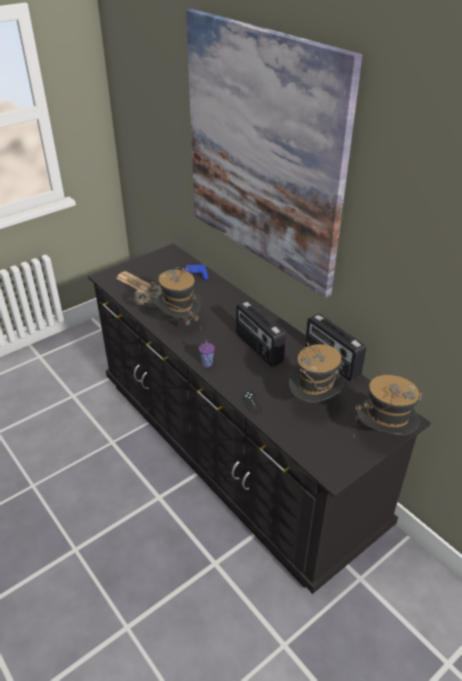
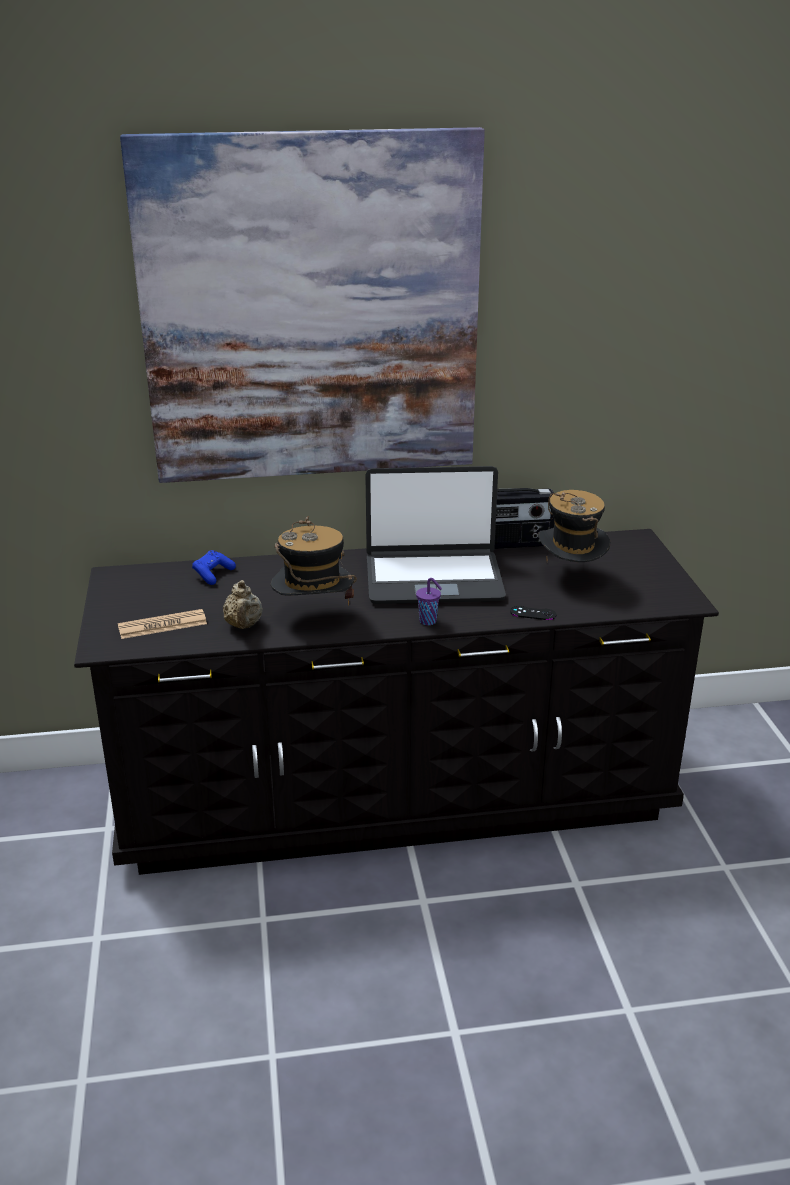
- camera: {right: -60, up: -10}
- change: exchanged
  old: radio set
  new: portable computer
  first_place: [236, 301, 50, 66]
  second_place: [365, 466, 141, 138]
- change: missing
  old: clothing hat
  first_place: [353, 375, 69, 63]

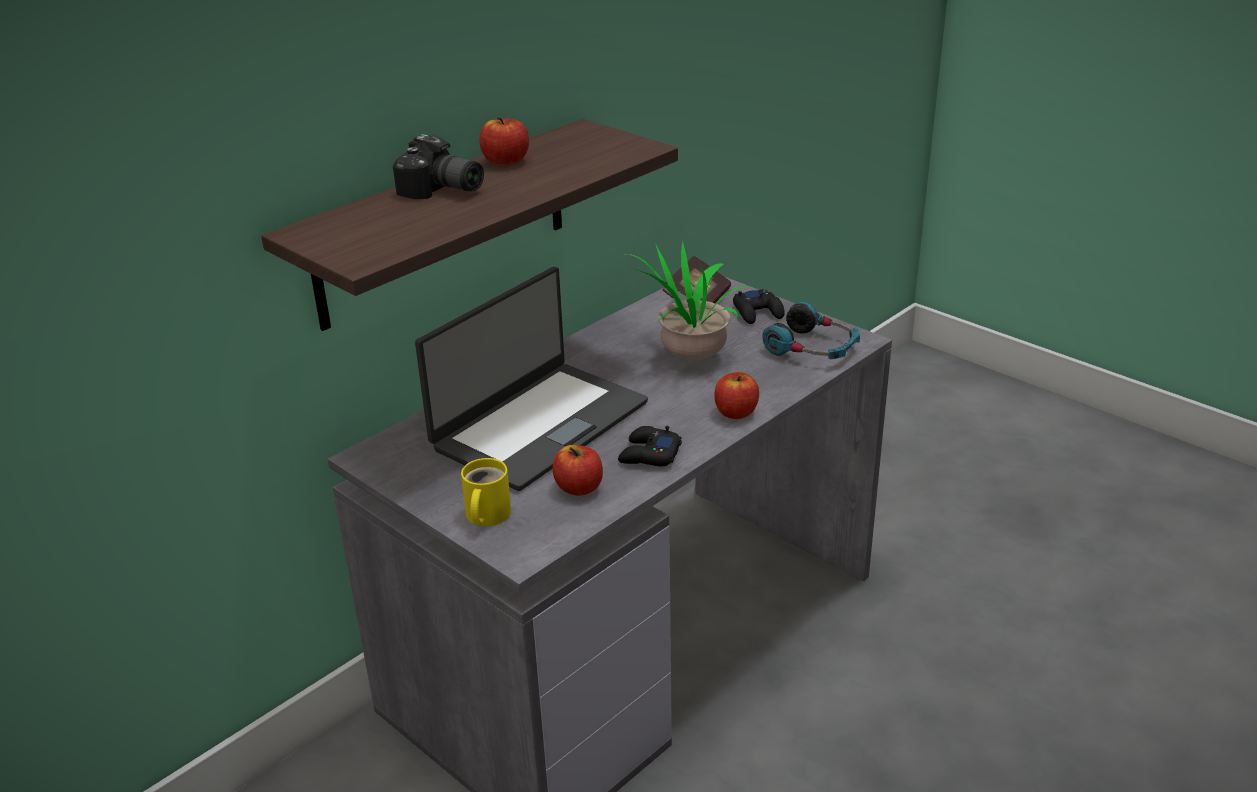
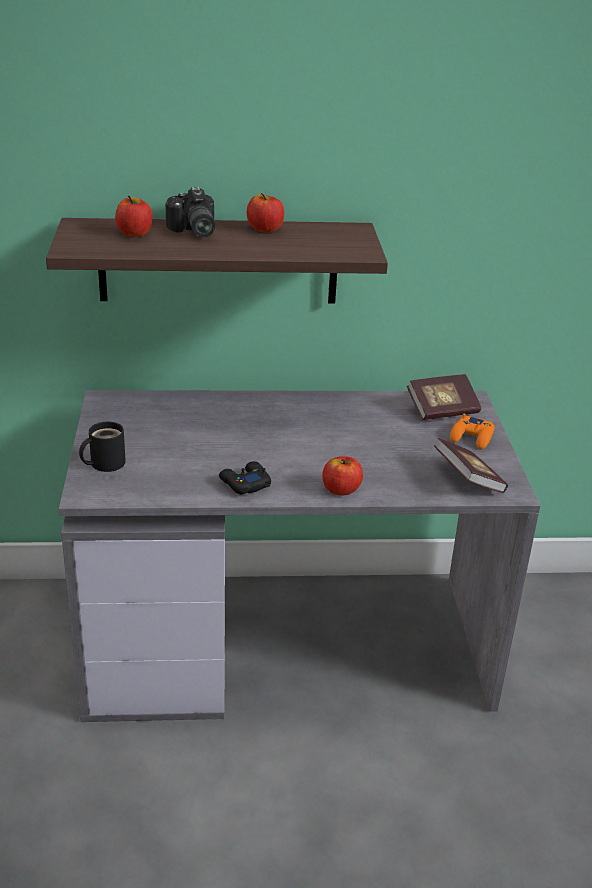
- camera: {right: 40, up: 0}
- change: colour
  old: tea mug (yellow)
  new: tea mug (black-coloured)
  first_place: [461, 458, 50, 68]
  second_place: [79, 422, 47, 50]
- change: relocated
  old: apple
  first_place: [553, 445, 50, 51]
  second_place: [115, 195, 38, 42]
- change: exchanged
  old: pair of headphones
  new: book
  first_place: [762, 302, 98, 57]
  second_place: [434, 438, 74, 55]
- change: colour
  old: joypad (black-coloured)
  new: joypad (orangey)
  first_place: [733, 289, 52, 35]
  second_place: [450, 414, 44, 36]
- change: missing
  old: portable computer
  first_place: [415, 267, 233, 224]
- change: missing
  old: houseplant
  first_place: [627, 240, 121, 121]

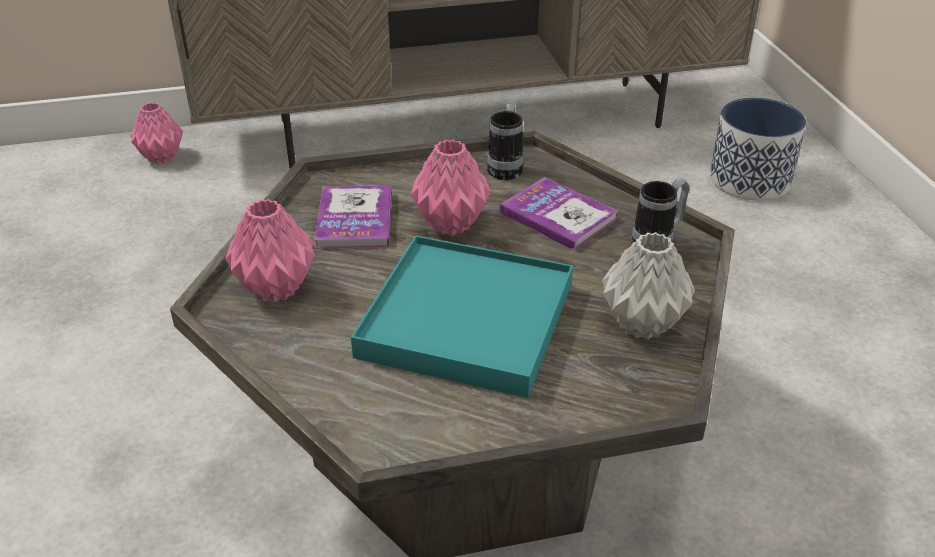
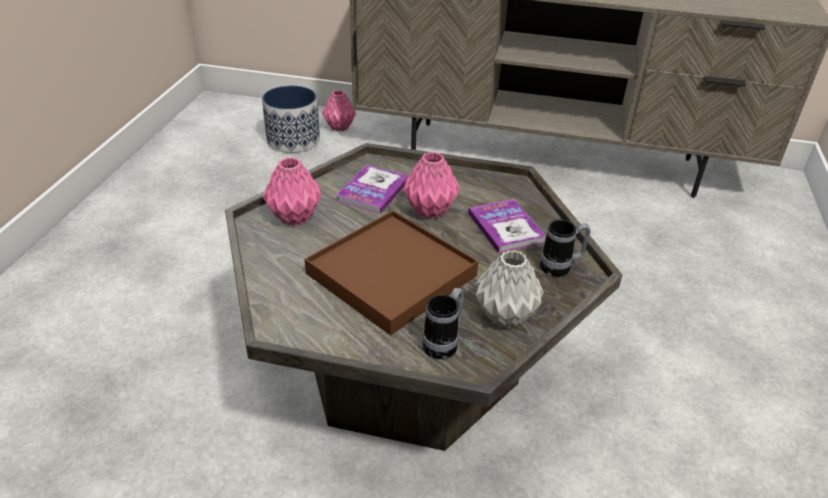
- camera: {right: 25, up: 0}
- change: relocated
  old: plant pot
  first_place: [710, 98, 96, 103]
  second_place: [262, 85, 58, 68]
- change: colour
  old: carrying tray (turquoise)
  new: carrying tray (brown-coloured)
  first_place: [351, 235, 222, 163]
  second_place: [305, 210, 174, 125]
- change: relocated
  old: tea mug
  first_place: [487, 103, 37, 77]
  second_place: [423, 288, 41, 71]

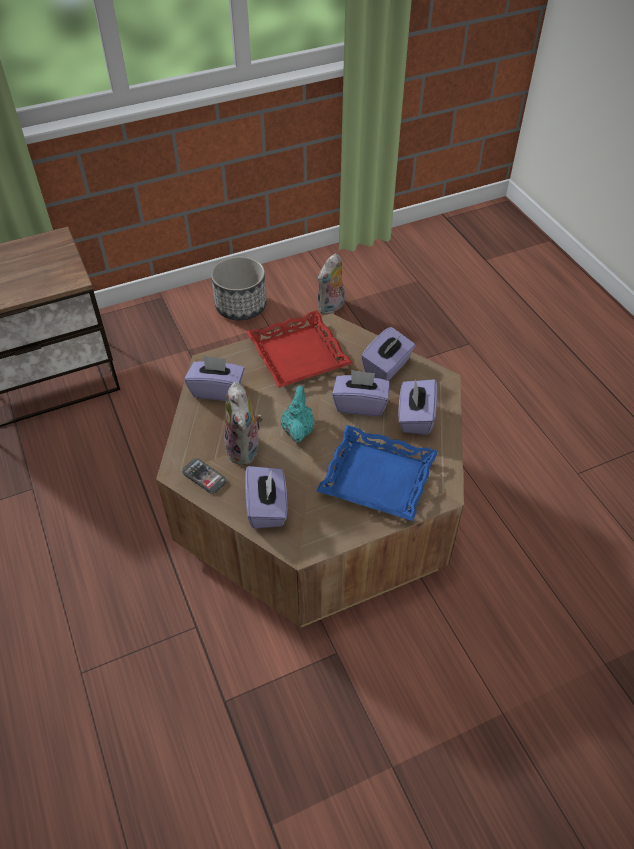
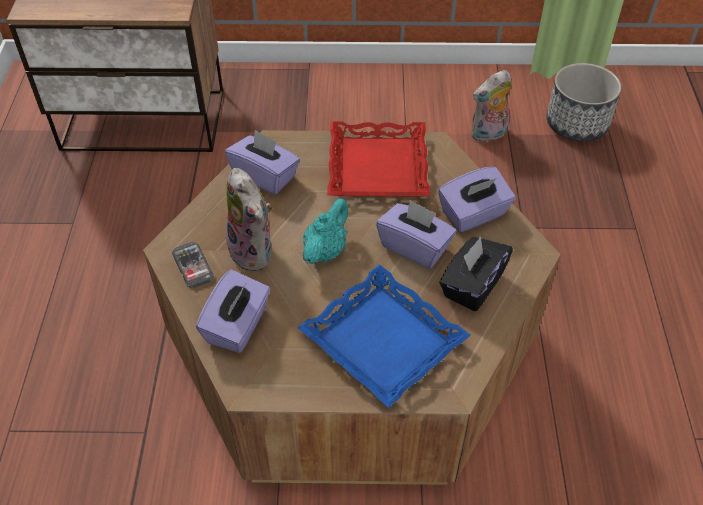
- camera: {right: 25, up: 0}
- change: spun
  old: plush toy
  first_place: [224, 382, 39, 83]
  second_place: [226, 168, 47, 103]
  degrees: -45
- change: colour
  old: tissue holder (purplish)
  new: tissue holder (black-coloured)
  first_place: [398, 379, 39, 56]
  second_place: [439, 236, 74, 75]
- change: relocated
  old: plant pot
  first_place: [211, 256, 56, 64]
  second_place: [547, 63, 75, 78]

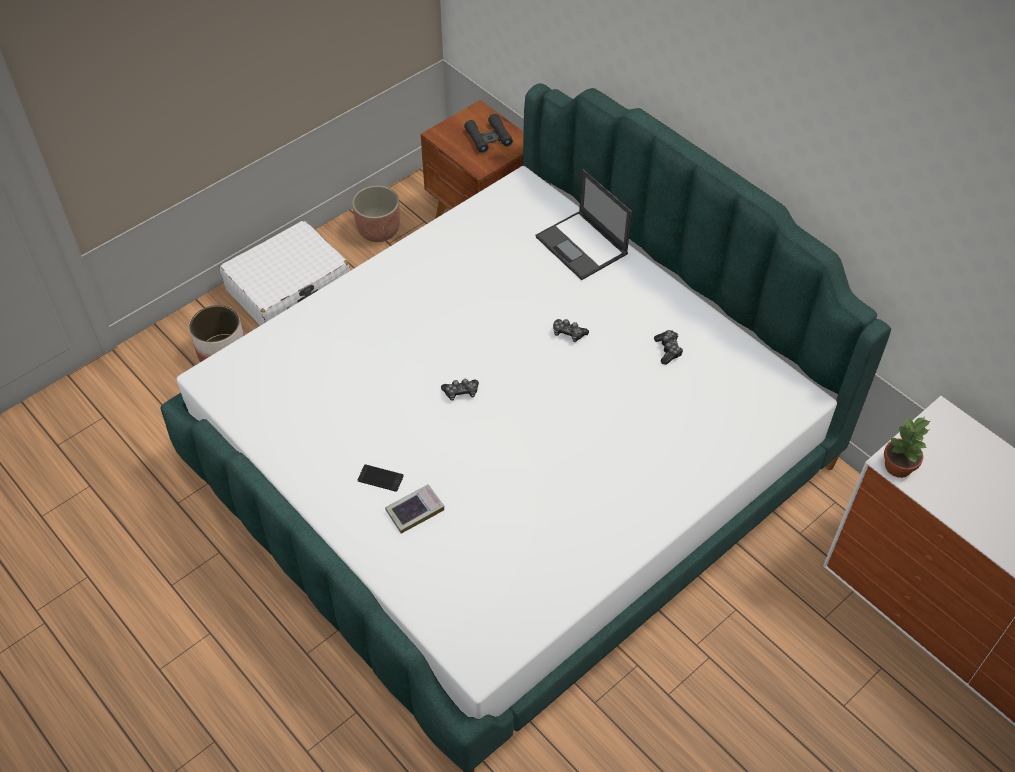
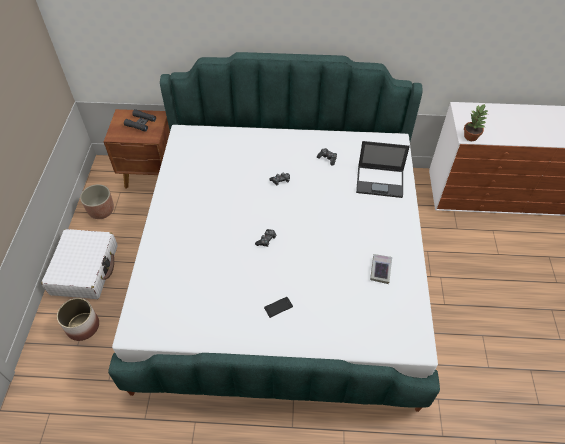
- camera: {right: -45, up: 0}
- change: relocated
  old: portable computer
  first_place: [536, 169, 96, 111]
  second_place: [356, 141, 54, 57]
- change: relocated
  old: book
  first_place: [385, 484, 59, 50]
  second_place: [370, 254, 22, 30]

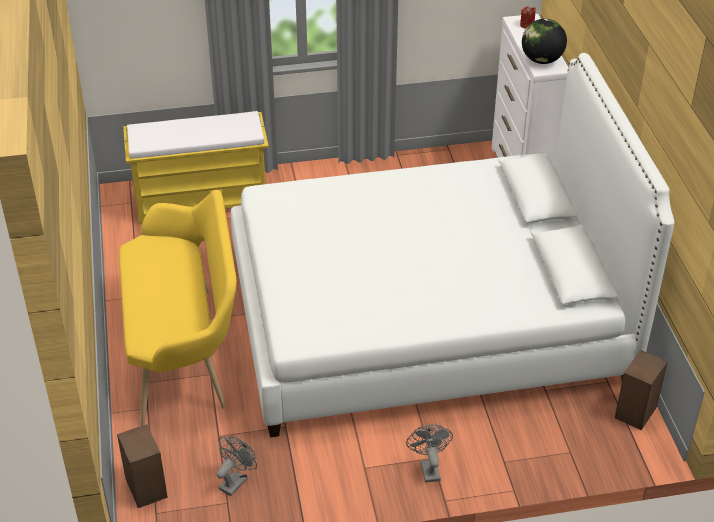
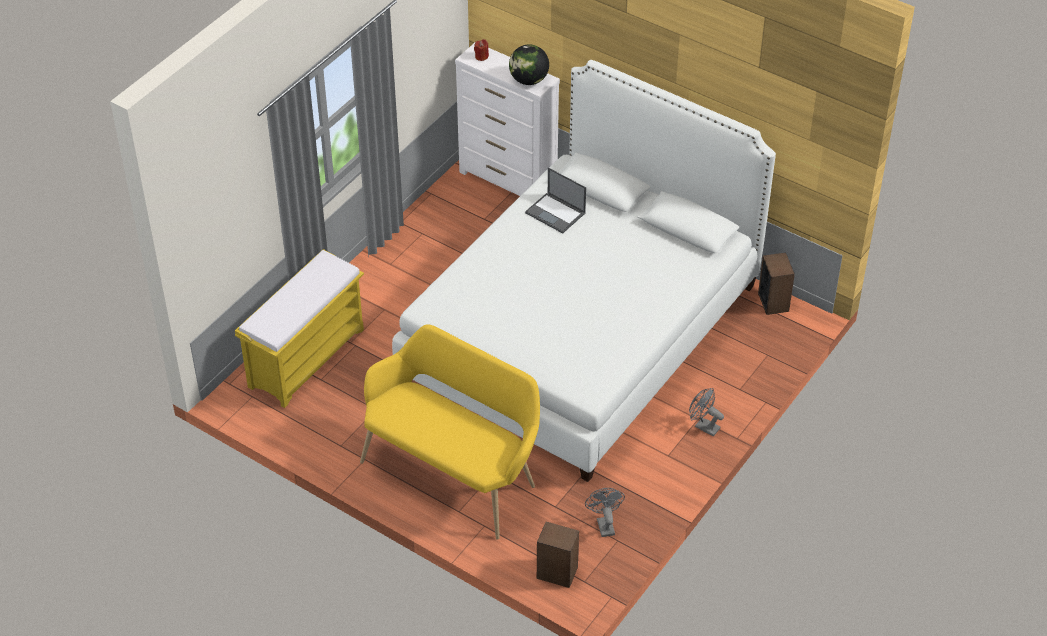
- camera: {right: -45, up: 5}
- change: appeared
  new: portable computer
  second_place: [525, 167, 61, 67]

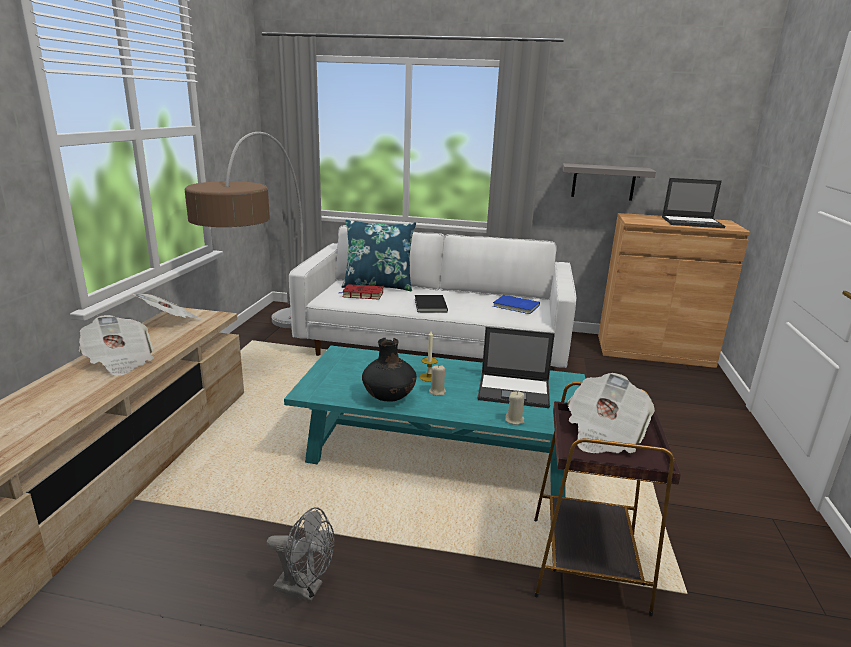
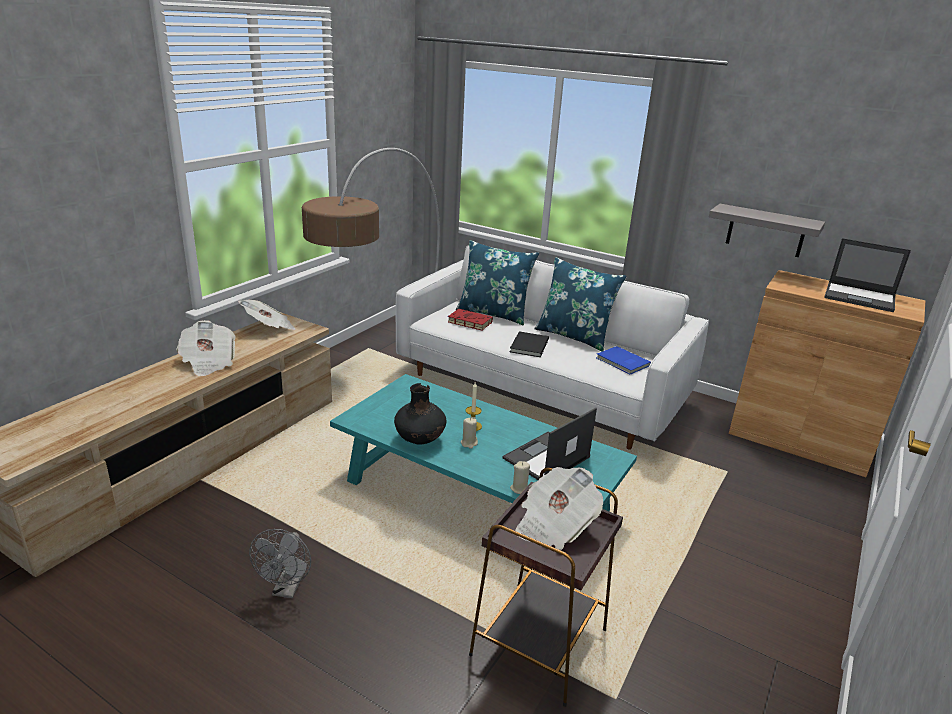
- camera: {right: 20, up: 5}
- change: spun
  old: fan (gray)
  first_place: [266, 507, 68, 94]
  second_place: [249, 529, 62, 69]
  degrees: 60
- change: spun
  old: portable computer
  first_place: [477, 327, 78, 81]
  second_place: [502, 408, 95, 72]
  degrees: 105
- change: appeared
  new: throw pillow (blue-coloured)
  second_place: [534, 257, 93, 95]

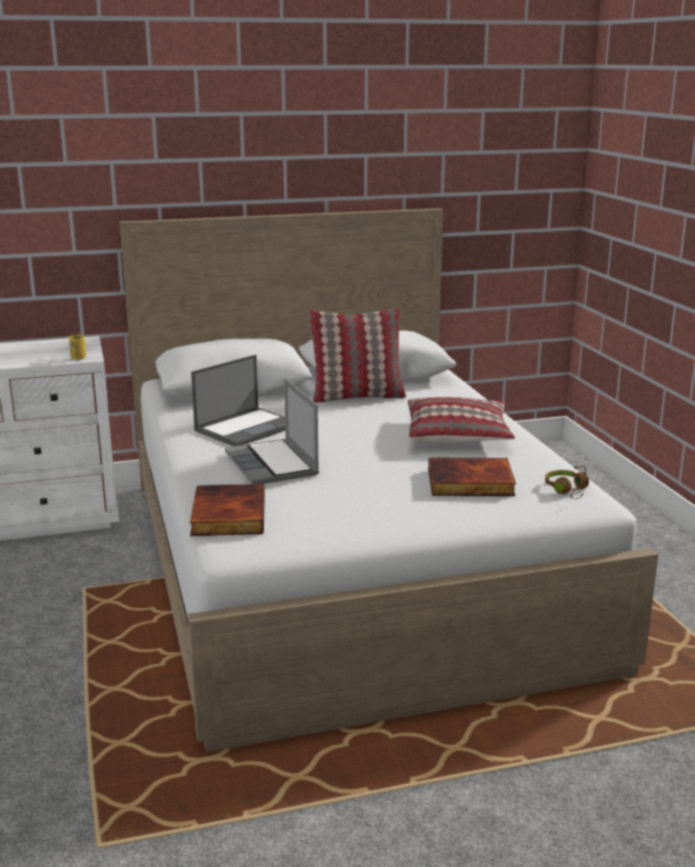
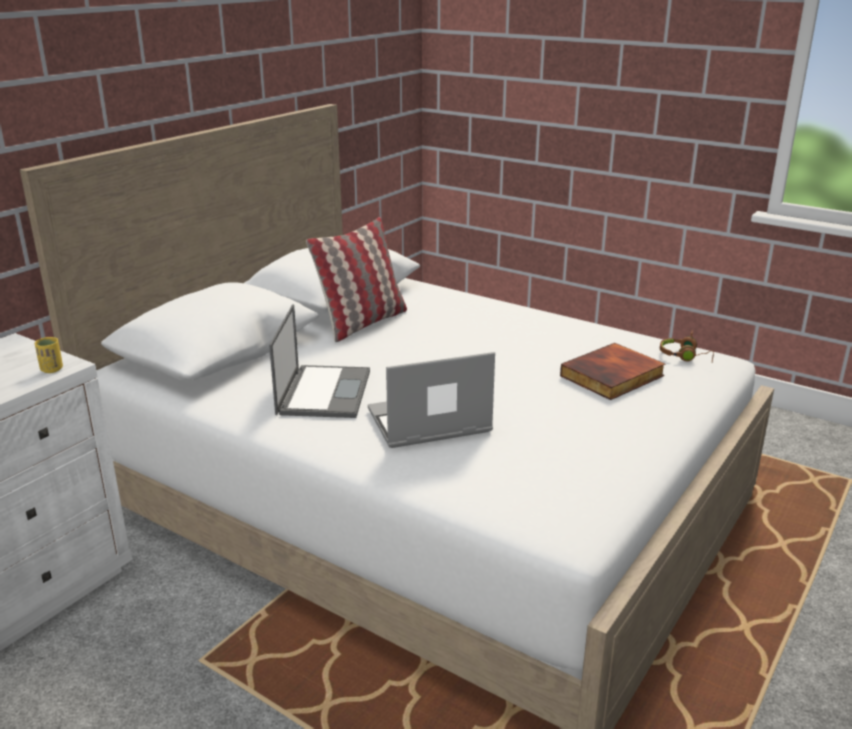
- camera: {right: -40, up: 5}
- change: spun
  old: portable computer
  first_place: [225, 378, 94, 106]
  second_place: [368, 352, 127, 96]
  degrees: 135
- change: missing
  old: book
  first_place: [190, 484, 75, 52]
- change: missing
  old: throw pillow
  first_place: [408, 397, 107, 46]

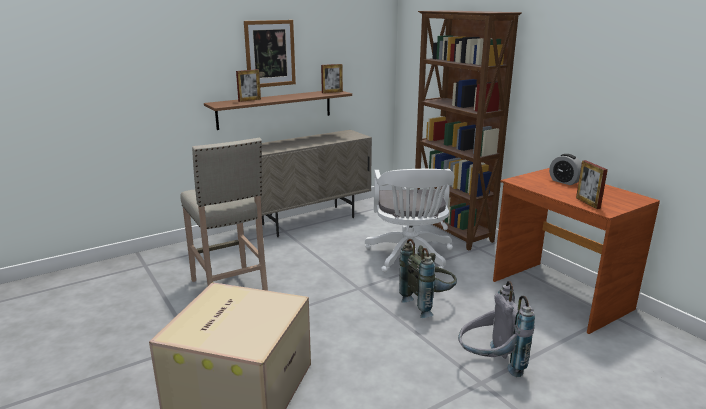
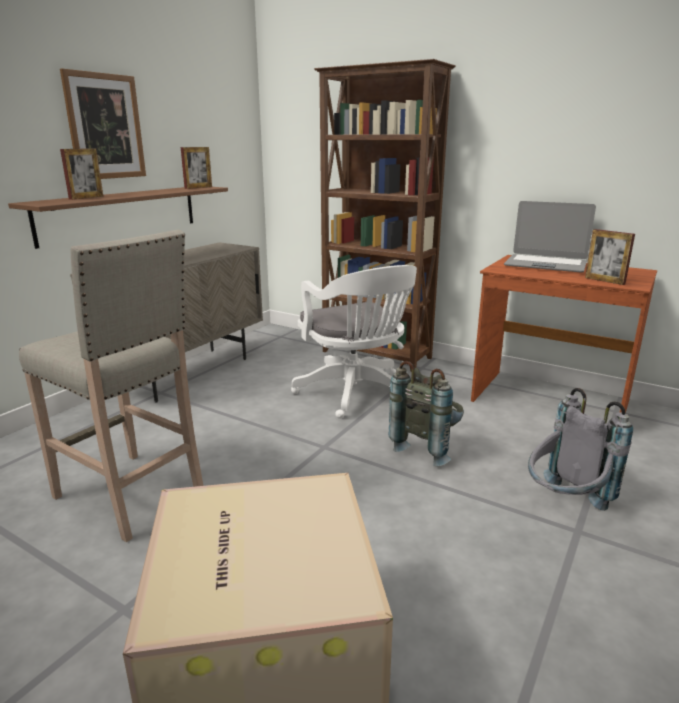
- camera: {right: -25, up: 0}
- change: exchanged
  old: bedside clock
  new: portable computer
  first_place: [549, 154, 33, 31]
  second_place: [504, 201, 92, 71]

